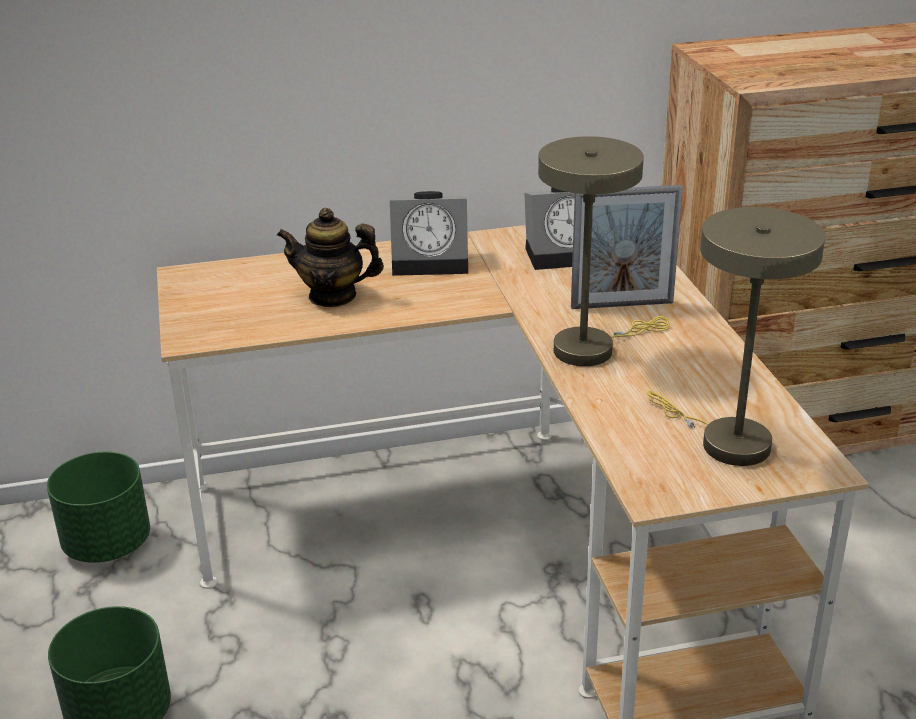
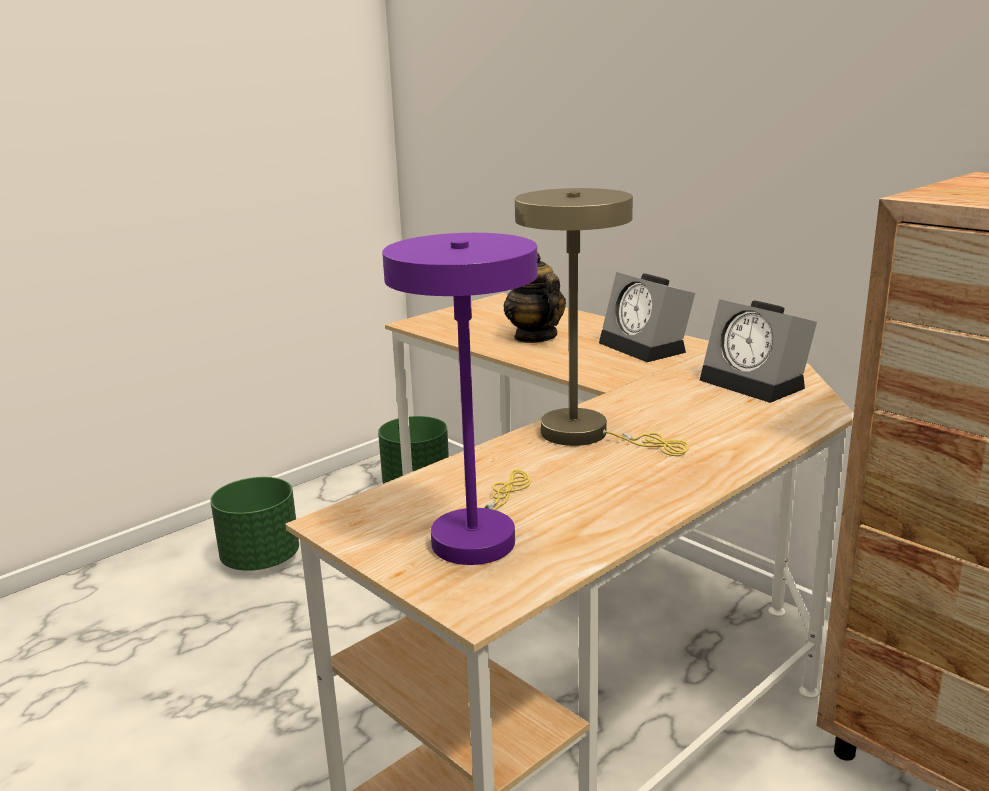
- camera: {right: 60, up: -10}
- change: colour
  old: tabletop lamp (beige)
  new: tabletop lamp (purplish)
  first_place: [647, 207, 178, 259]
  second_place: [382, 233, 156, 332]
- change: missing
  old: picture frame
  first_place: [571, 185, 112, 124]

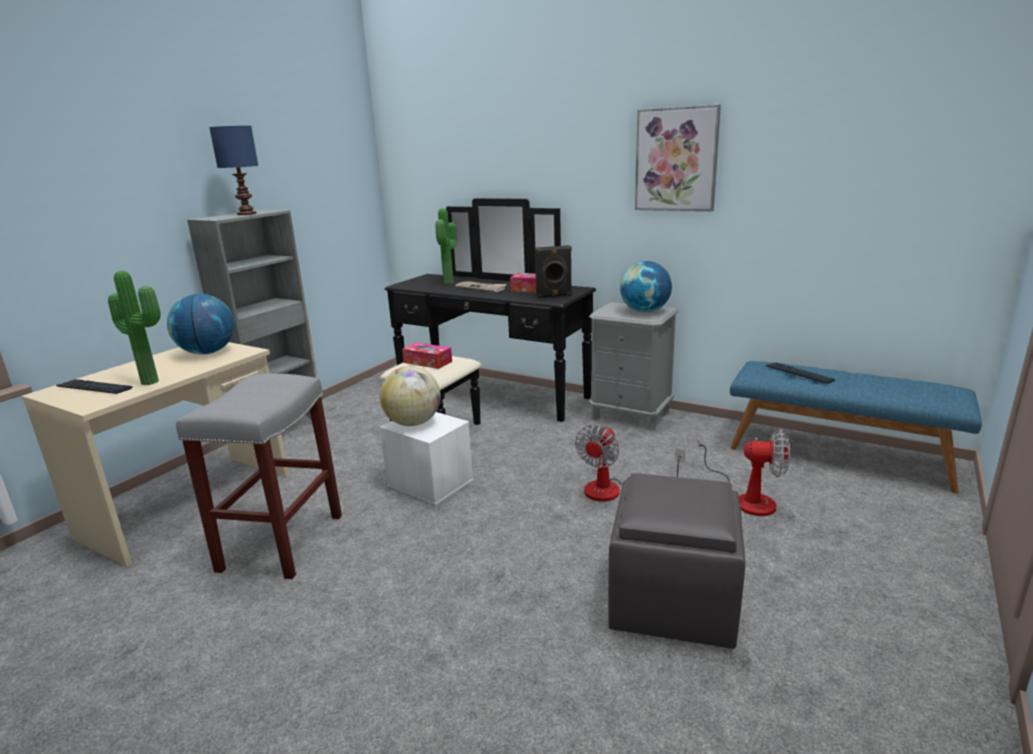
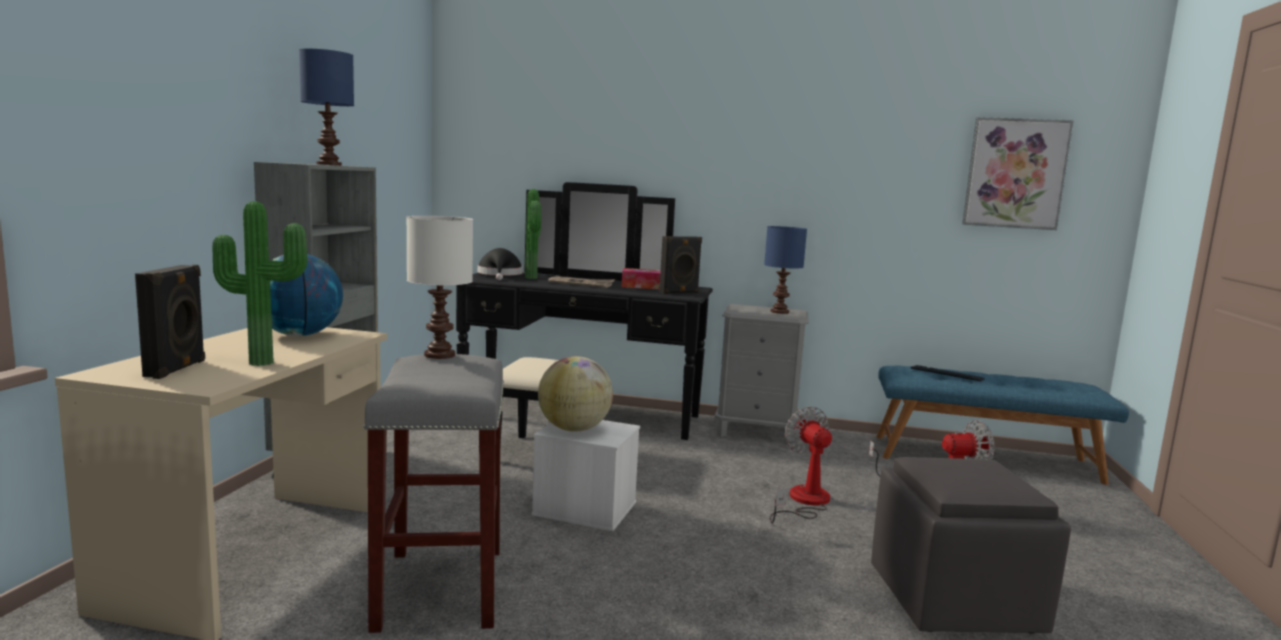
- camera: {right: -20, up: -10}
- change: exchanged
  old: keyboard
  new: speaker (black-coloured)
  first_place: [56, 379, 77, 15]
  second_place: [135, 265, 70, 114]
- change: appeared
  new: tabletop lamp (white)
  second_place: [407, 216, 66, 143]
- change: appeared
  new: clothing hat (black-coloured)
  second_place: [478, 248, 45, 32]
- change: exchanged
  old: world globe
  new: tabletop lamp (blue-coloured)
  first_place: [620, 261, 52, 52]
  second_place: [764, 226, 43, 88]
- change: spun
  old: fan
  first_place: [575, 425, 110, 76]
  second_place: [770, 406, 62, 118]
  degrees: 150
- change: relocated
  old: wall art
  first_place: [635, 105, 86, 106]
  second_place: [962, 117, 112, 113]
- change: missing
  old: tissue holder
  first_place: [402, 342, 50, 27]

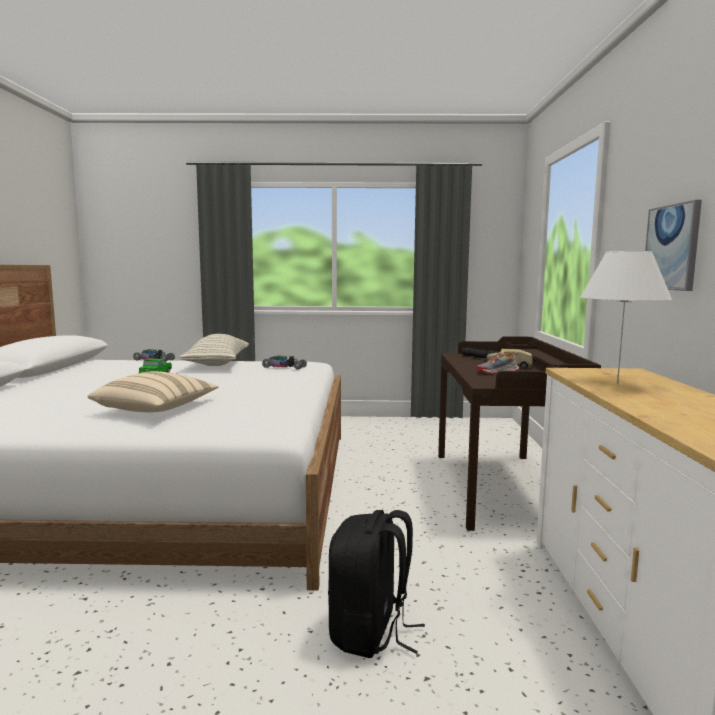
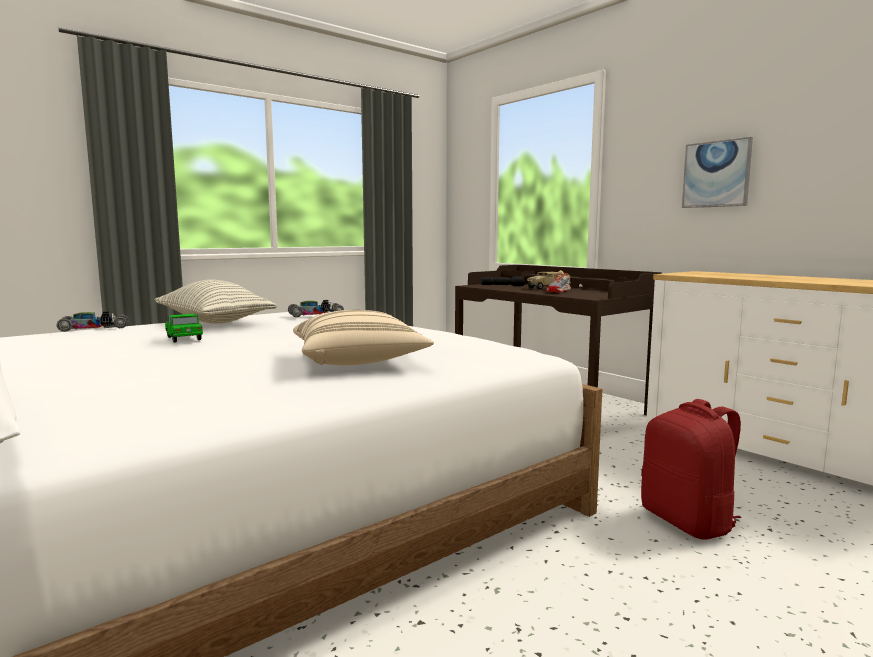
- camera: {right: -40, up: 0}
- change: colour
  old: backpack (black-coloured)
  new: backpack (red)
  first_place: [328, 510, 97, 148]
  second_place: [641, 399, 101, 141]
- change: missing
  old: tabletop lamp (white)
  first_place: [581, 251, 91, 132]

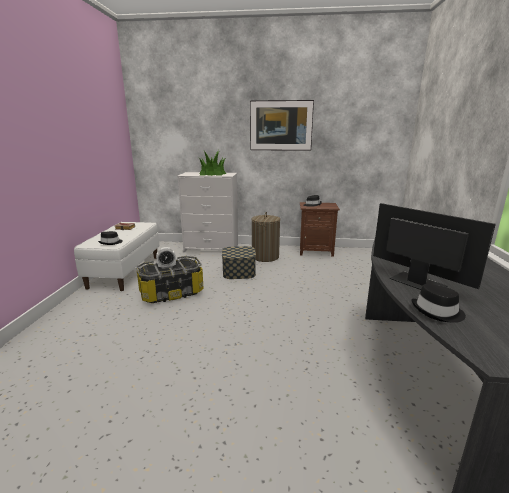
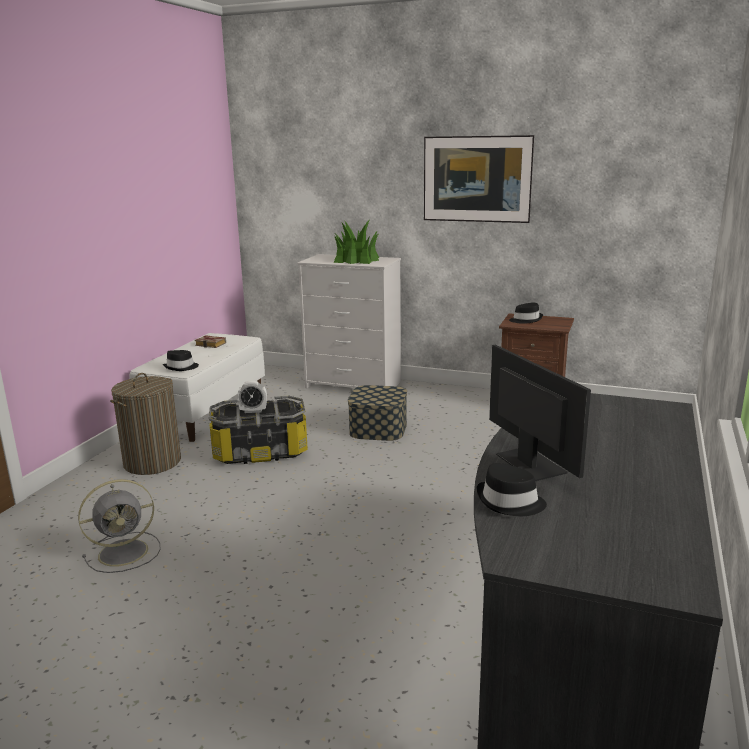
- camera: {right: 15, up: 0}
- change: appeared
  new: fan (gray)
  second_place: [78, 479, 83, 94]
- change: relocated
  old: hamper
  first_place: [252, 212, 28, 50]
  second_place: [110, 373, 71, 102]

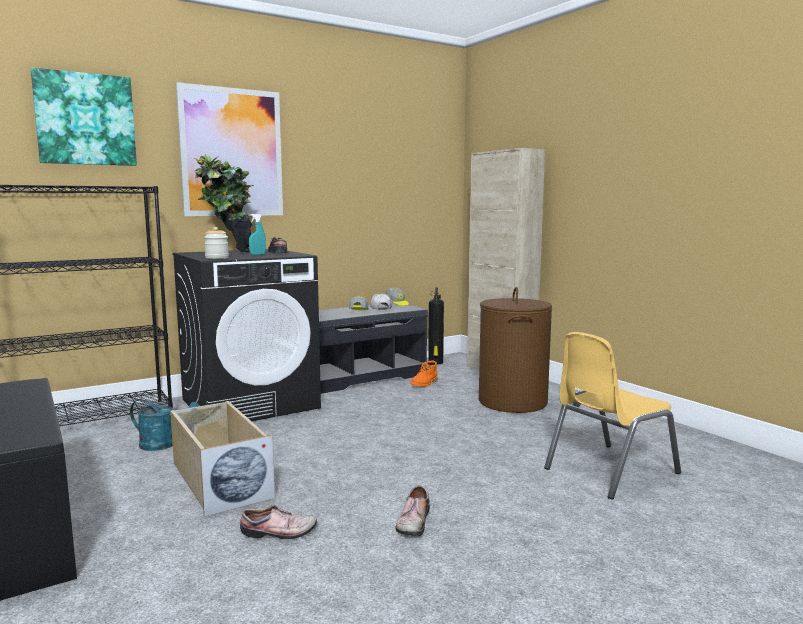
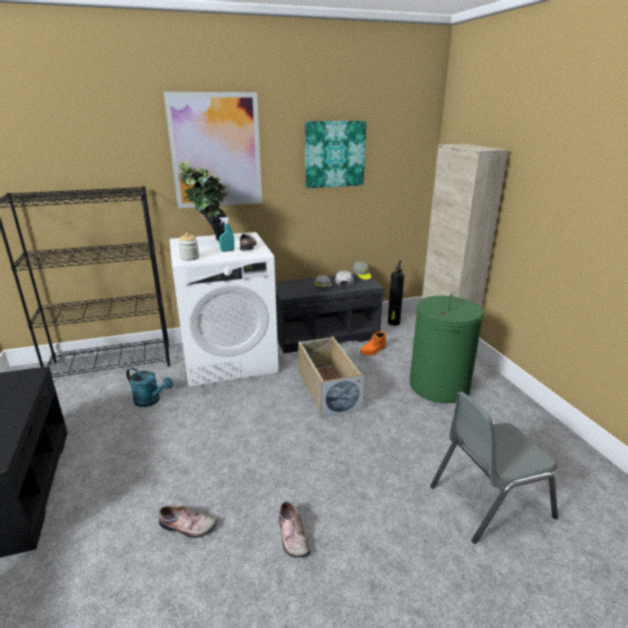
- camera: {right: 15, up: 15}
- change: colour
  old: laundry machine (black-coloured)
  new: laundry machine (white)
  first_place: [173, 249, 148, 172]
  second_place: [170, 232, 109, 155]
- change: spun
  old: shoe
  first_place: [395, 486, 35, 50]
  second_place: [279, 501, 31, 57]
  degrees: -45
- change: relocated
  old: storage box (beige)
  first_place: [170, 401, 105, 116]
  second_place: [298, 337, 67, 82]
- change: relocated
  old: wall art
  first_place: [31, 68, 106, 98]
  second_place: [305, 121, 61, 67]
- change: colour
  old: hamper (brown-coloured)
  new: hamper (green)
  first_place: [479, 287, 73, 126]
  second_place: [410, 293, 74, 110]
- change: colour
  old: plain chair (yellow)
  new: plain chair (gray)
  first_place: [544, 332, 137, 168]
  second_place: [430, 391, 128, 153]

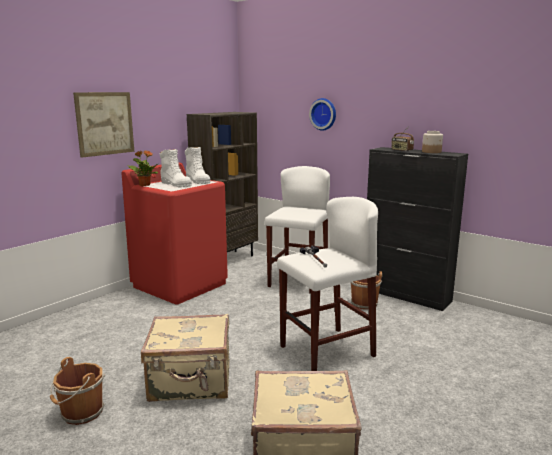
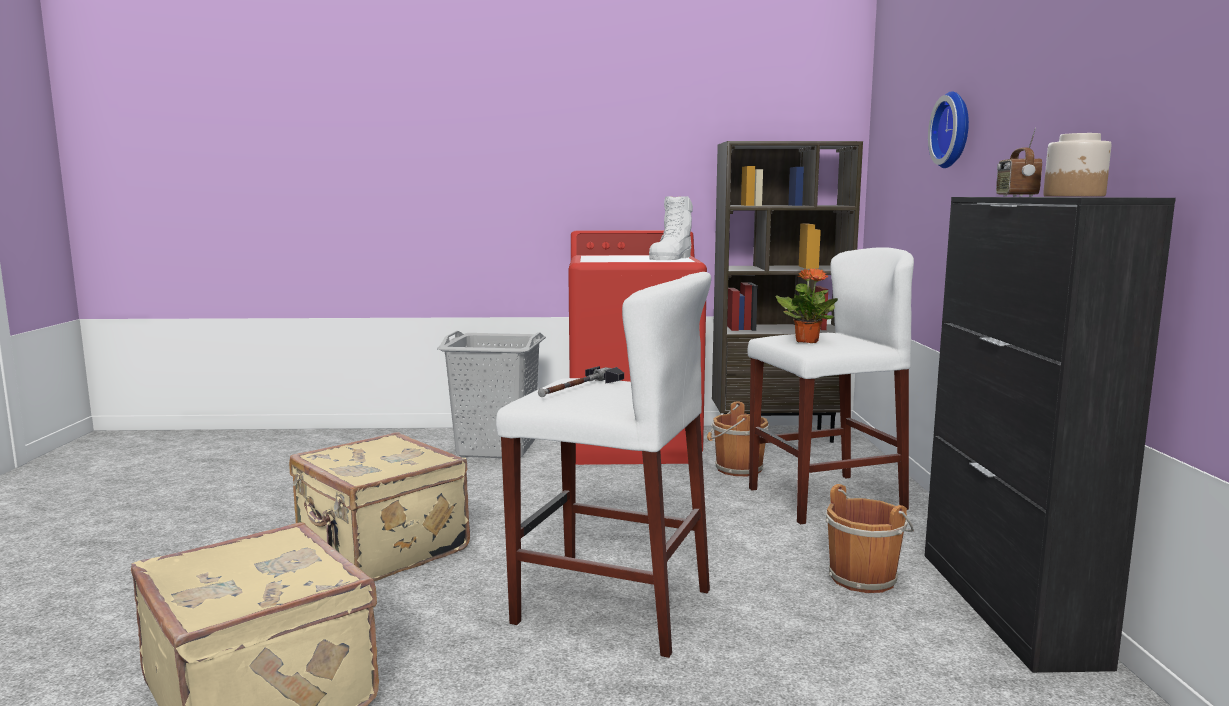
- camera: {right: 50, up: -5}
- change: appeared
  new: hamper (gray)
  second_place: [437, 331, 109, 127]
- change: relocated
  old: pail (brown-coloured)
  first_place: [50, 357, 55, 68]
  second_place: [707, 401, 62, 75]
- change: relocated
  old: houseplant
  first_place: [127, 151, 31, 35]
  second_place: [776, 268, 62, 75]
- change: missing
  old: wall art
  first_place: [73, 92, 61, 66]
- change: missing
  old: boot (white)
  first_place: [160, 149, 32, 39]

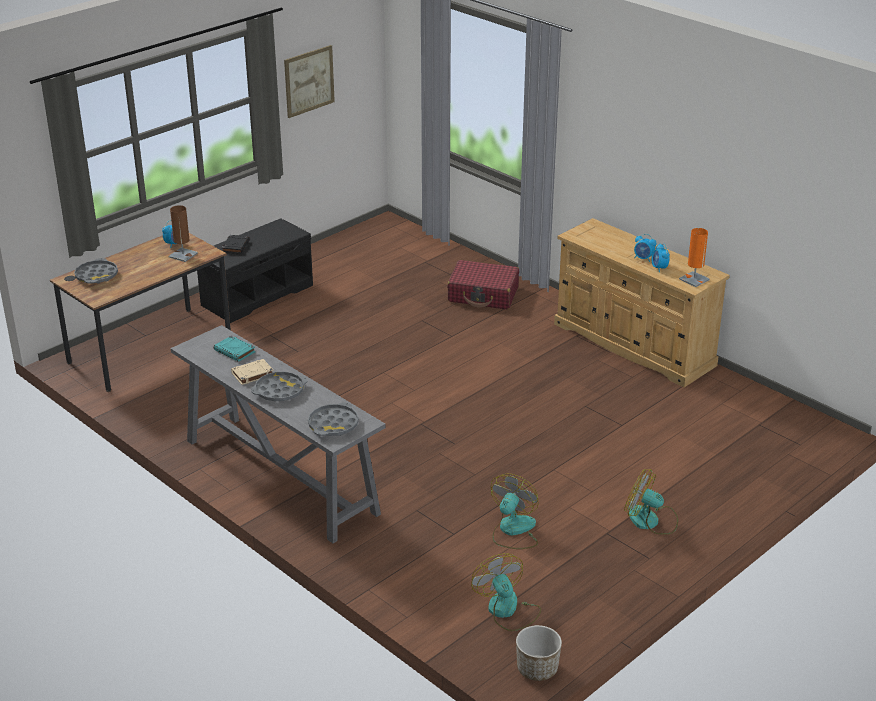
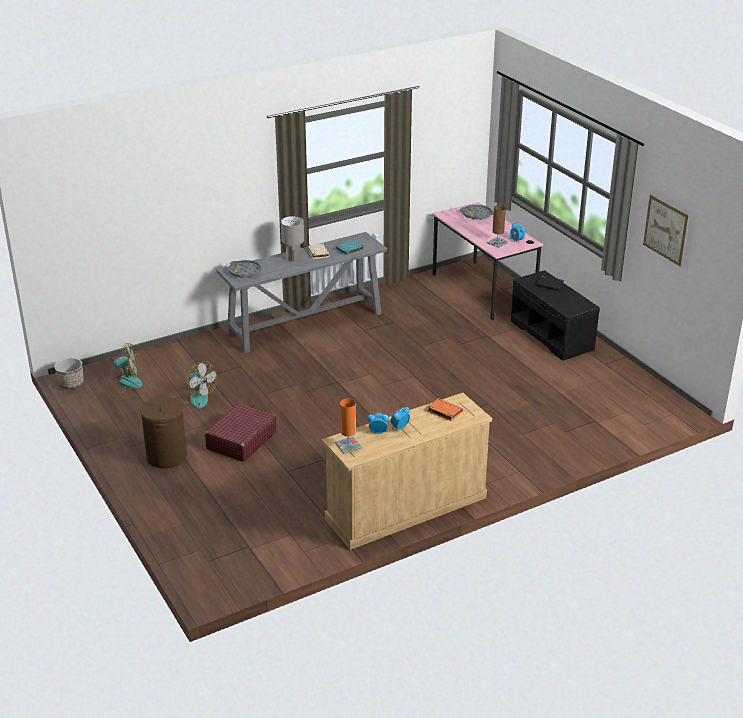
- camera: {right: 105, up: 0}
- change: exchanged
  old: fan
  new: hamper (brown-coloured)
  first_place: [624, 469, 54, 66]
  second_place: [140, 396, 47, 72]
- change: relocated
  old: suitcase (red)
  first_place: [447, 260, 72, 49]
  second_place: [205, 403, 72, 59]
- change: exchanged
  old: carrying tray (gray)
  new: tabletop lamp (gray)
  first_place: [251, 371, 57, 30]
  second_place: [281, 216, 23, 47]
- change: appeared
  new: book (orangey)
  second_place: [427, 398, 36, 23]
- change: colour
  old: desk (brown-coloured)
  new: desk (pink)
  first_place: [50, 233, 181, 159]
  second_place: [432, 202, 112, 119]

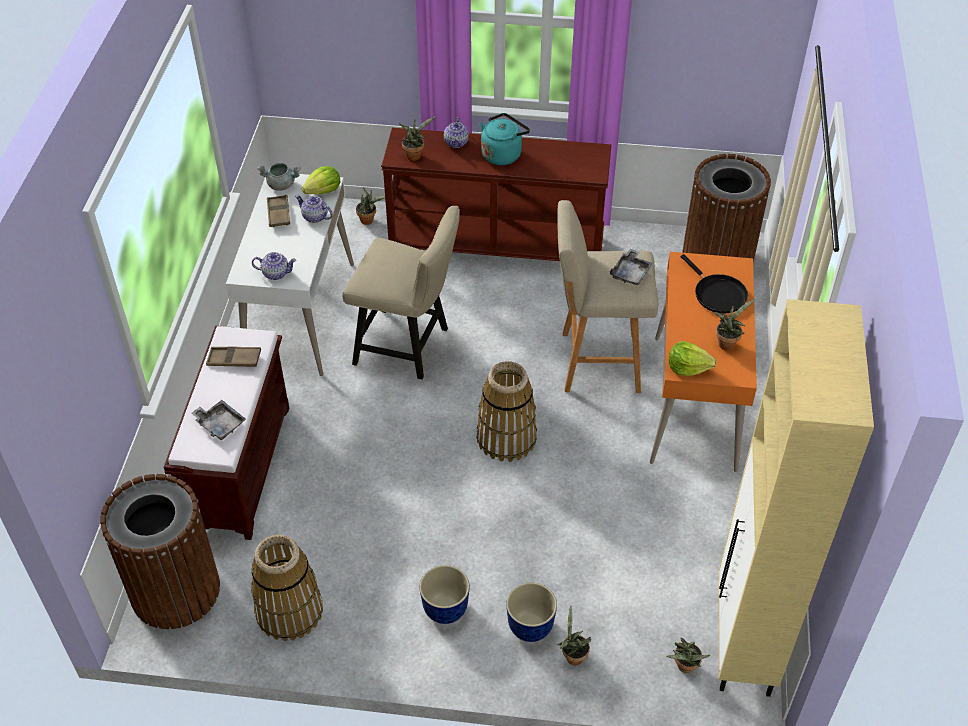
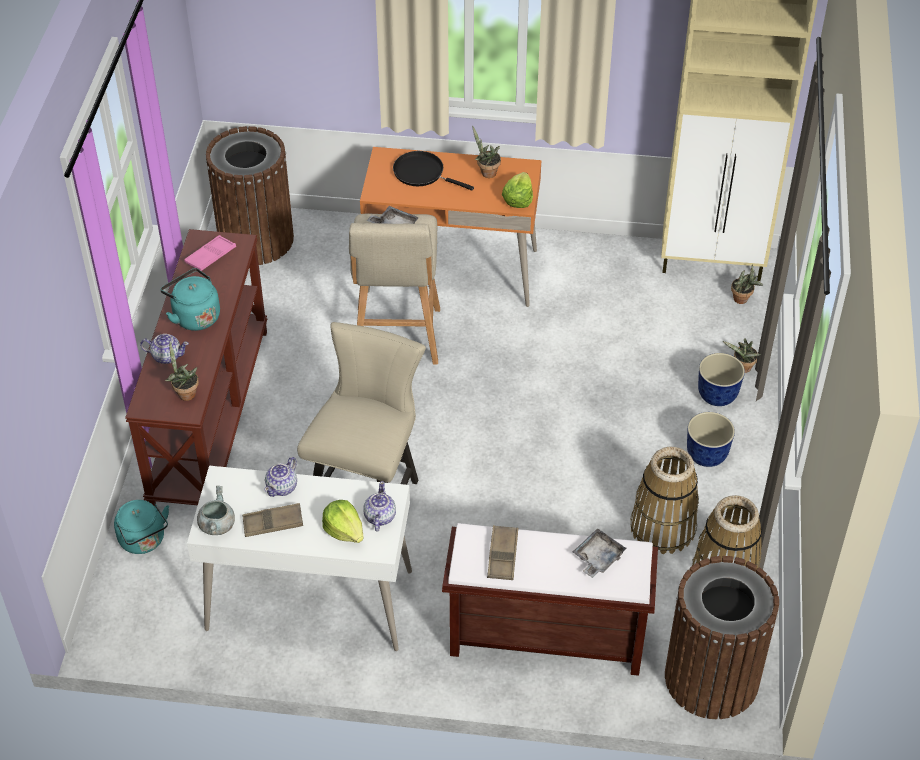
- camera: {right: -90, up: 0}
- change: exchanged
  old: houseplant
  new: kettle (turquoise)
  first_place: [356, 188, 29, 37]
  second_place: [114, 500, 55, 54]
- change: appeared
  new: carrying tray (pink)
  second_place: [184, 235, 52, 36]
- change: relocated
  old: lettuce head
  first_place: [302, 166, 38, 28]
  second_place: [322, 500, 42, 43]
- change: spun
  old: skillet (black-coloured)
  first_place: [681, 254, 67, 59]
  second_place: [393, 151, 81, 40]
  degrees: -120
- change: relocated
  old: basket
  first_place: [476, 361, 61, 101]
  second_place: [631, 447, 68, 107]

